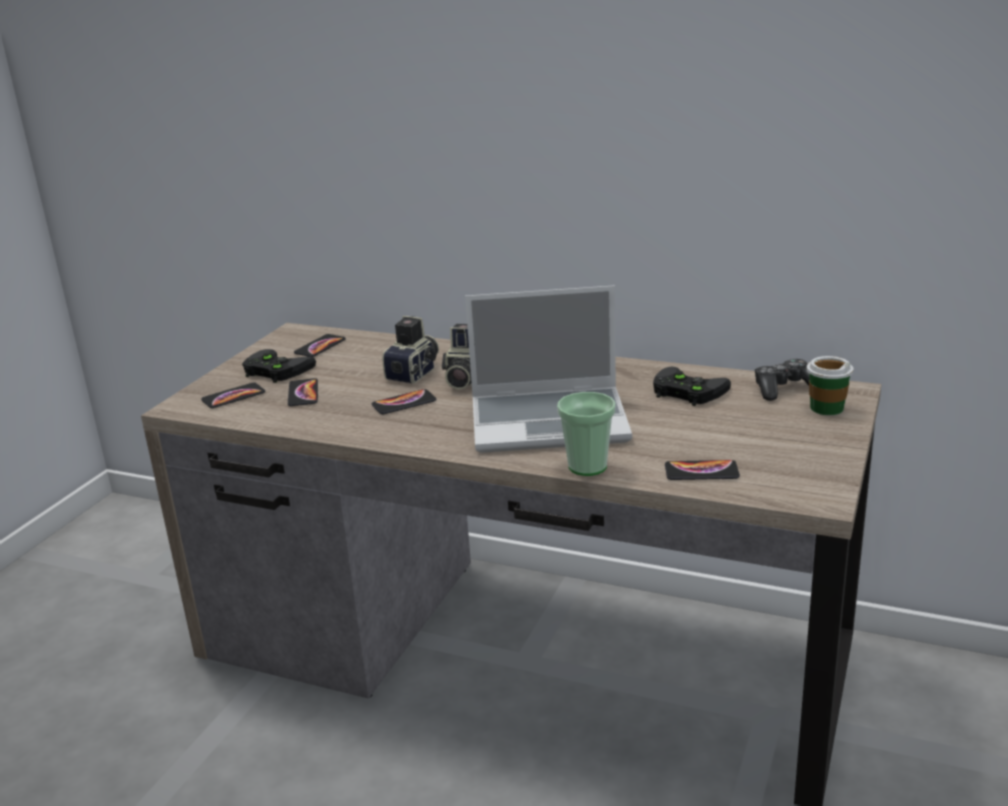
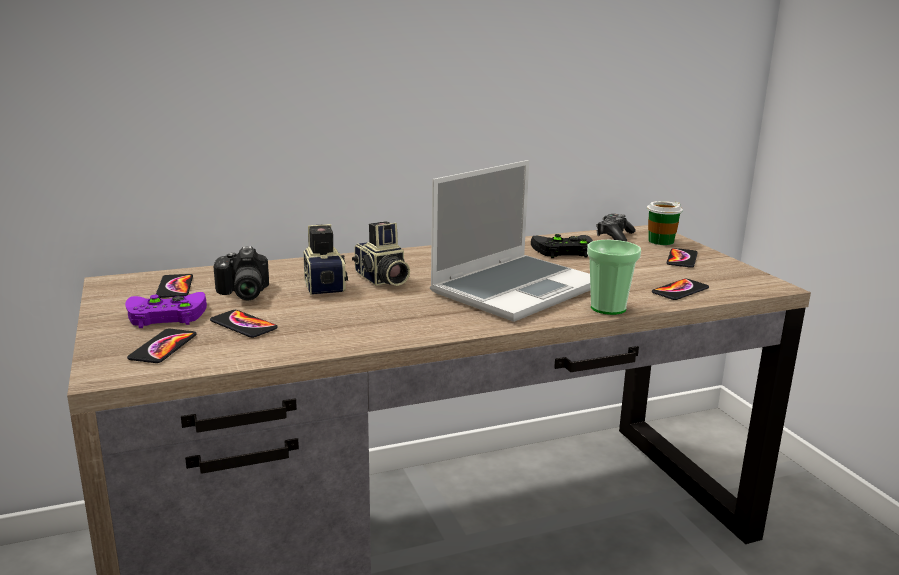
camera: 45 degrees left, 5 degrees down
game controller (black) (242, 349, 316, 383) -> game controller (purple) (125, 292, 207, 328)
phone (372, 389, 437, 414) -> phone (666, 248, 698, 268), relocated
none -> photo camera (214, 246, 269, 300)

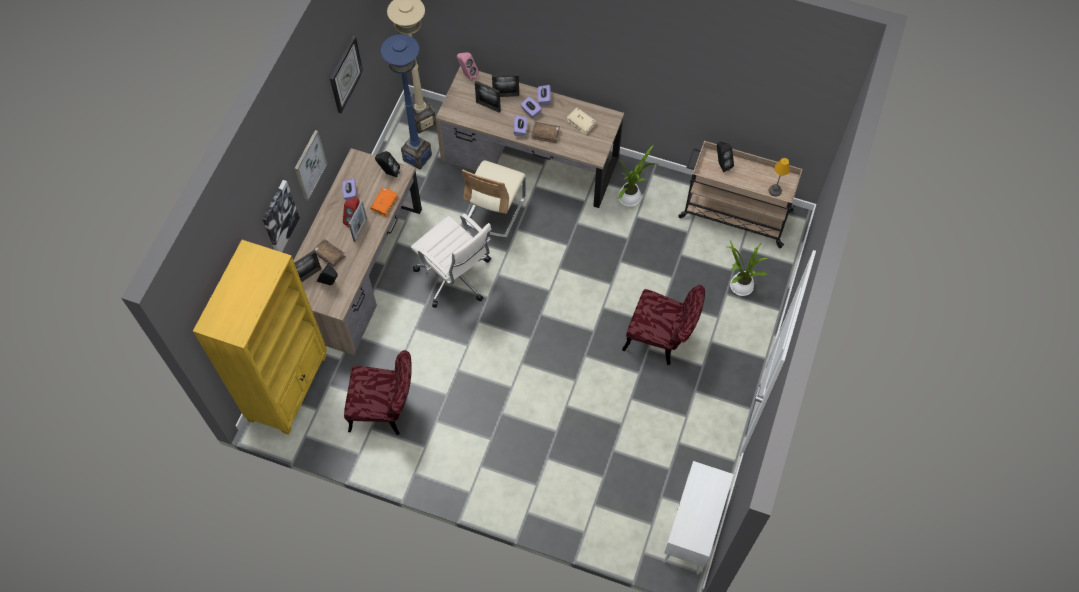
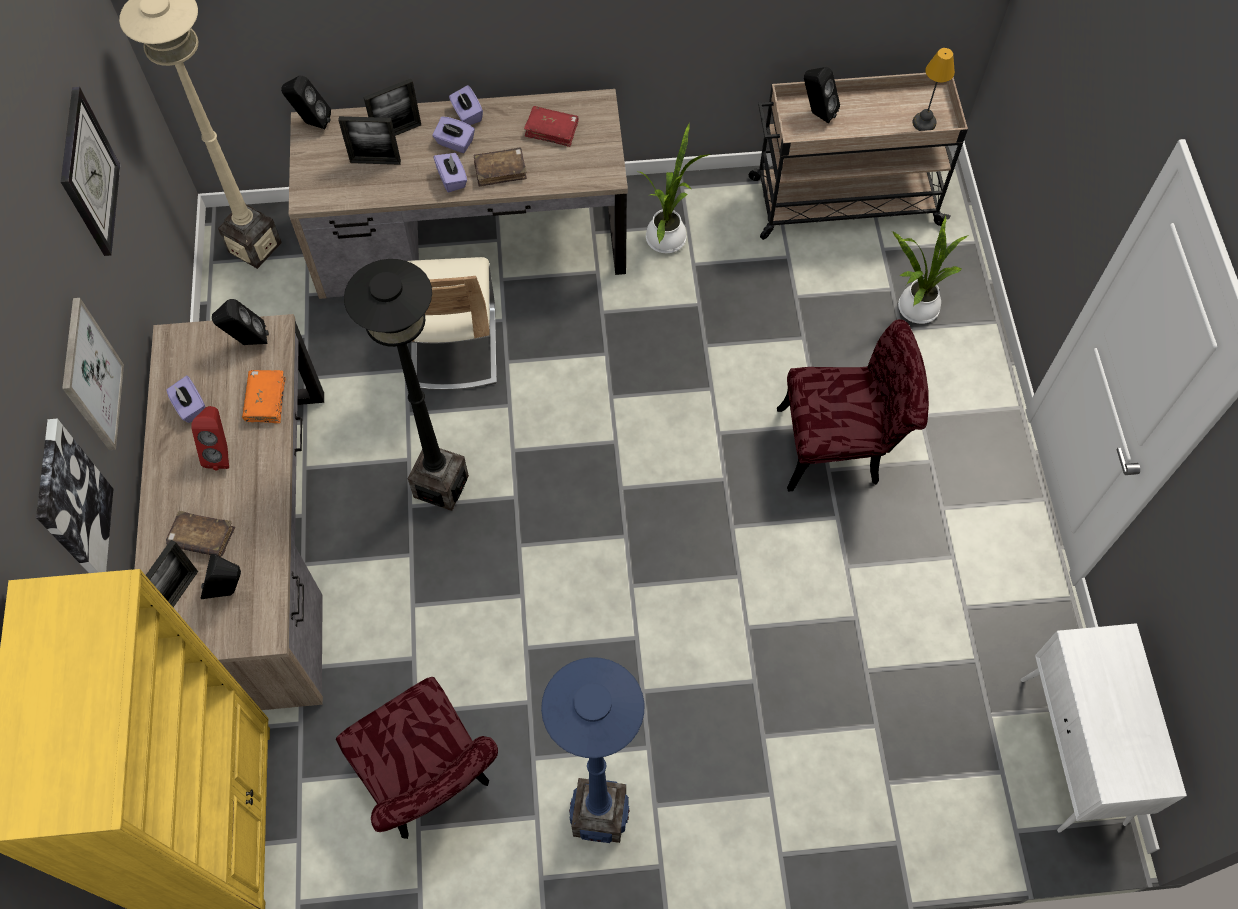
camera: 25 degrees left, 0 degrees up
floor lamp (blue) (381, 34, 432, 170) -> floor lamp (blue) (541, 657, 644, 843), relocated
speaker (pink) (457, 52, 479, 81) -> speaker (black) (281, 76, 331, 129)
book (beige) (566, 107, 596, 135) -> book (red) (524, 106, 578, 147)
picture frame (349, 200, 367, 242) -> none
office chair (white) (411, 213, 491, 308) -> floor lamp (black) (344, 259, 469, 511)
chair (red) (344, 350, 411, 435) -> chair (red) (336, 677, 498, 839), 75 degrees clockwise

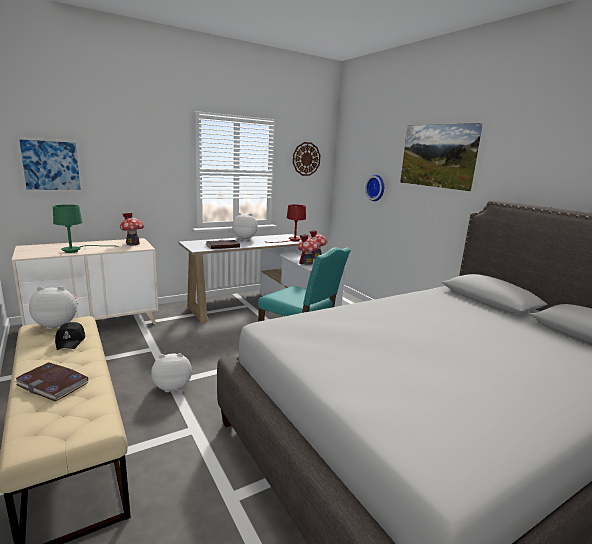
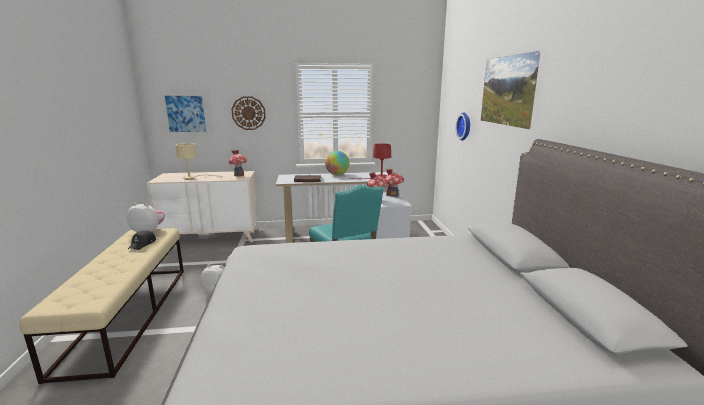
camera: 25 degrees right, 0 degrees up
wall clock (293, 142, 321, 176) -> wall clock (231, 96, 266, 130), relocated
table lamp (green) (53, 204, 119, 253) -> table lamp (beige) (176, 143, 224, 180)
plush toy (232, 213, 257, 240) -> globe (325, 151, 349, 175)
book (14, 362, 89, 401) -> none

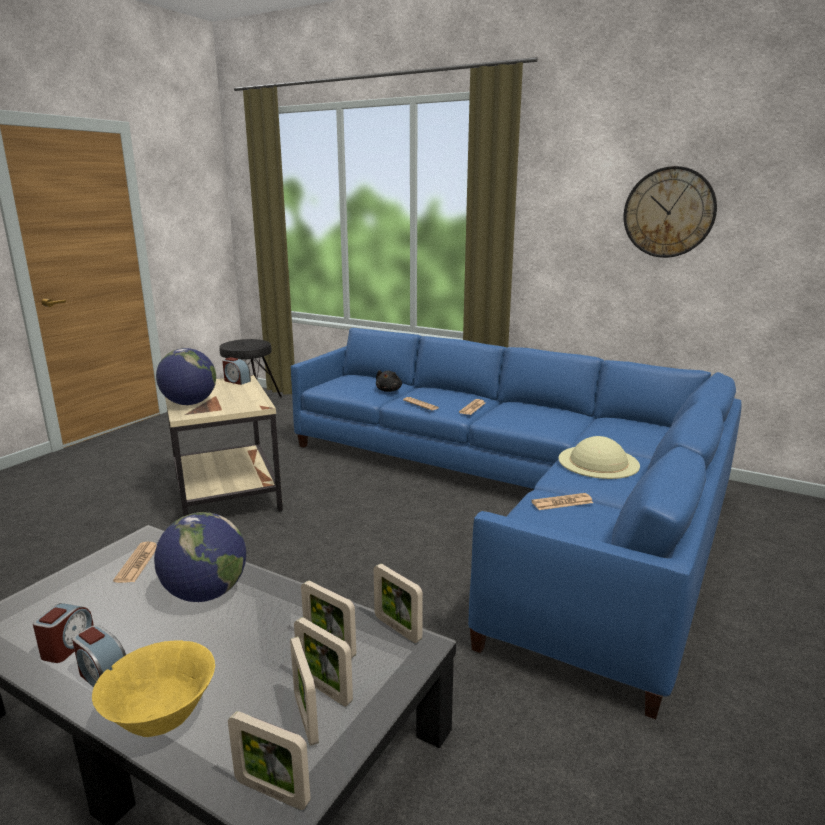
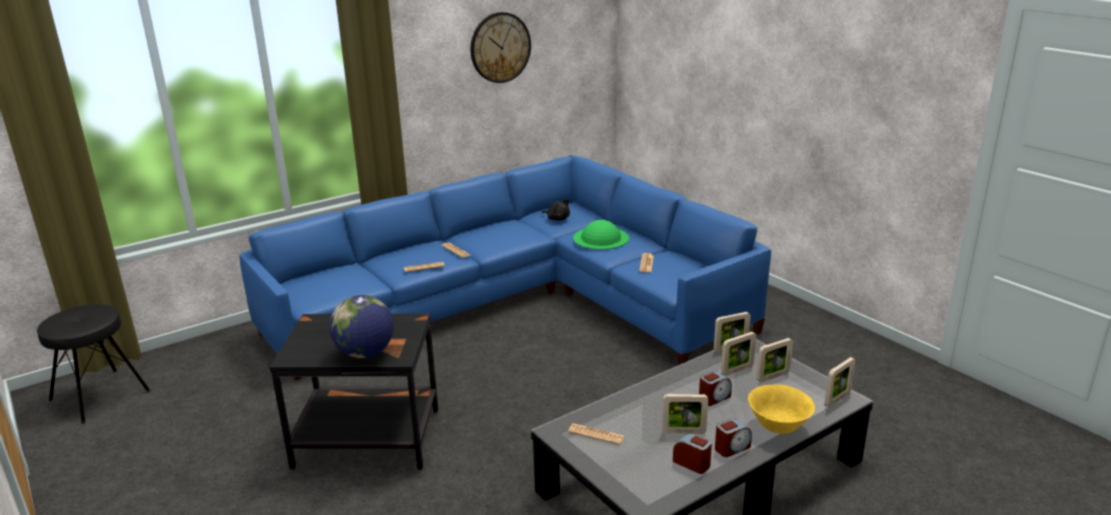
camera: 65 degrees left, 5 degrees up
alarm clock (222, 357, 251, 385) -> alarm clock (699, 371, 732, 406), relocated
plush toy (black) (376, 370, 402, 392) -> plush toy (black) (542, 200, 570, 221), relocated
side table (beige) (165, 375, 283, 516) -> side table (black) (270, 314, 438, 470)
hat (beige) (558, 436, 640, 479) -> hat (green) (573, 220, 629, 250)
globe (154, 512, 246, 602) -> none
picture frame (290, 637, 319, 746) -> picture frame (662, 394, 708, 434), relocated

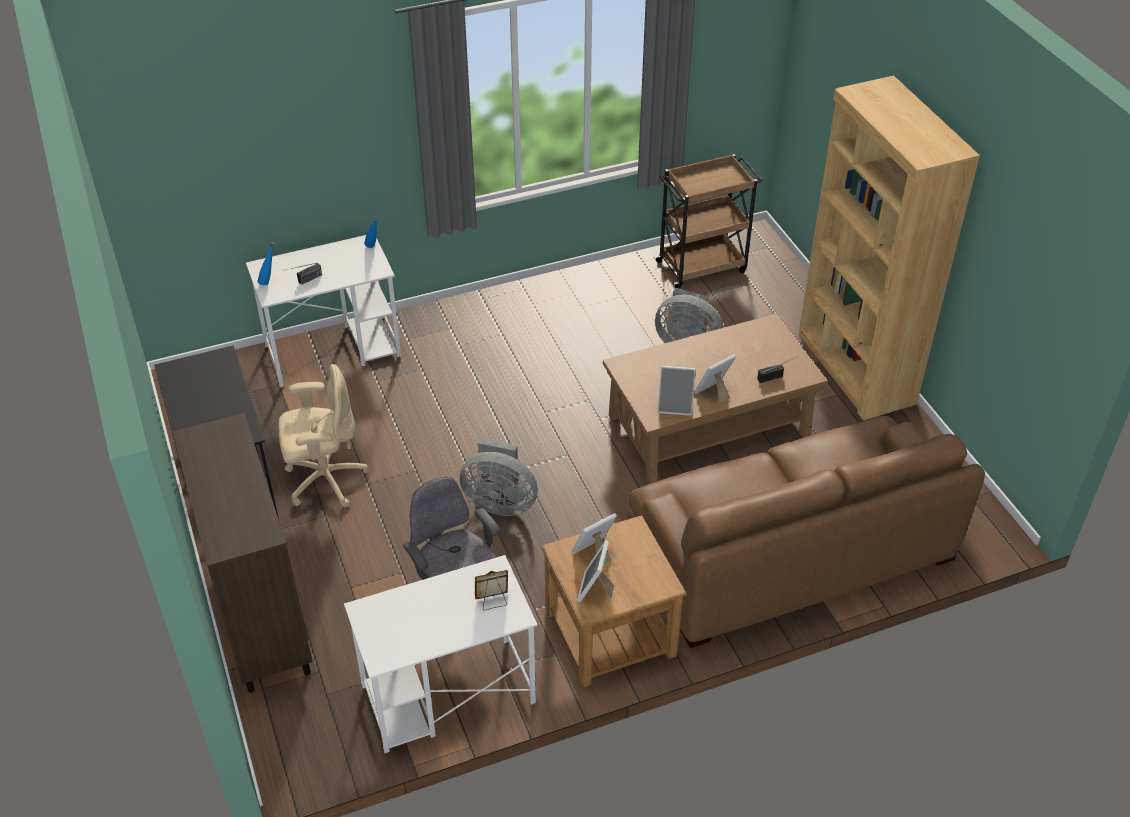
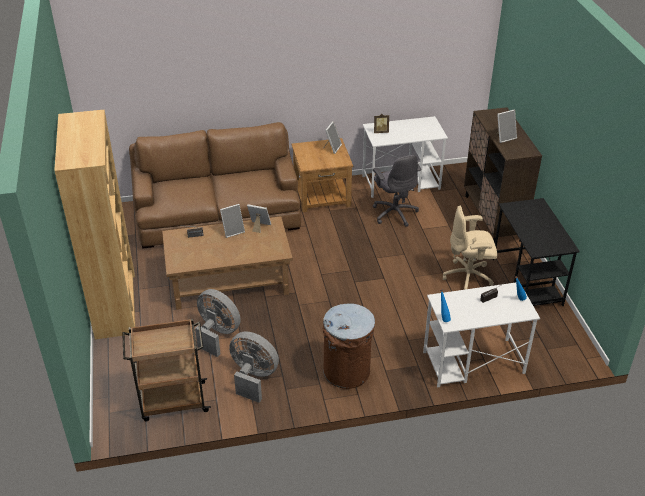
camera: 170 degrees left, 5 degrees down
fan (grey) (459, 438, 538, 516) -> fan (grey) (229, 332, 279, 403), relocated
picture frame (572, 513, 617, 565) -> picture frame (496, 110, 517, 143), relocated
none -> trash can (brown) (323, 304, 375, 389)

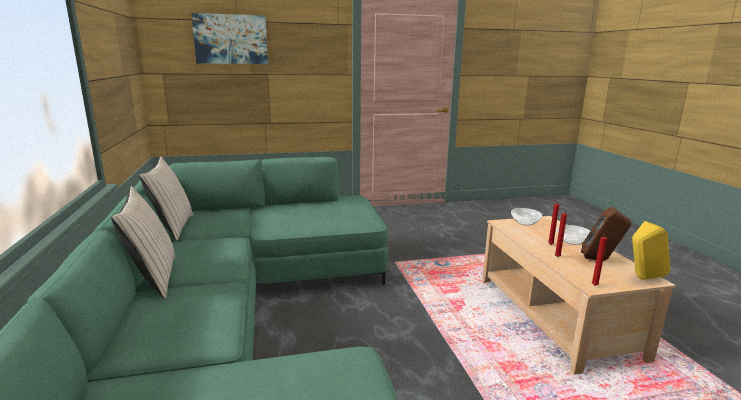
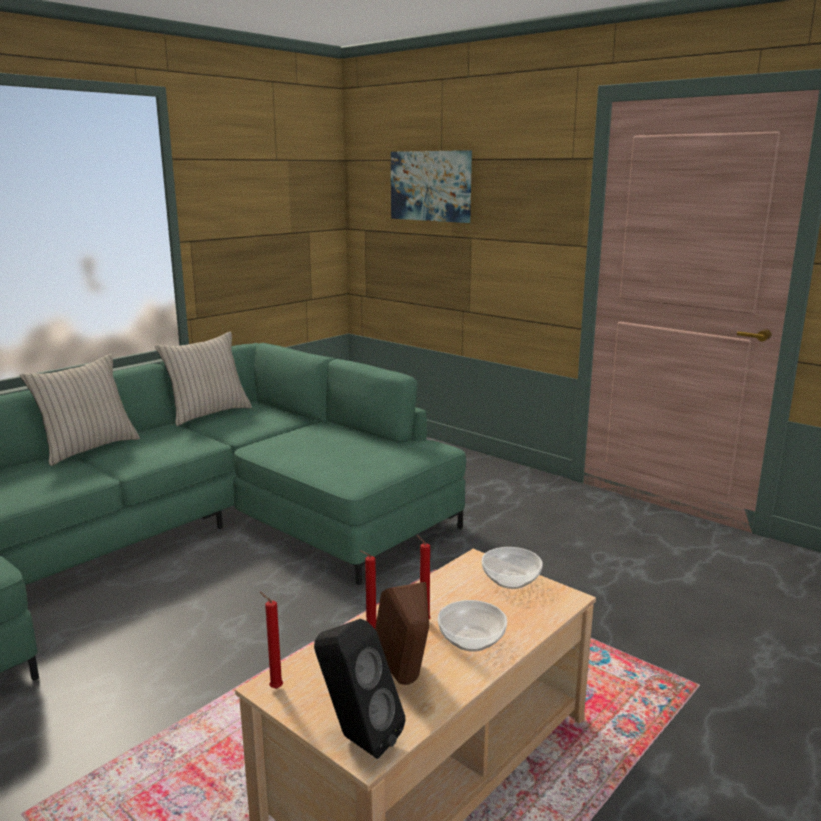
camera: 55 degrees right, 0 degrees up
speaker (yellow) (632, 221, 670, 280) -> speaker (black) (314, 619, 406, 759)

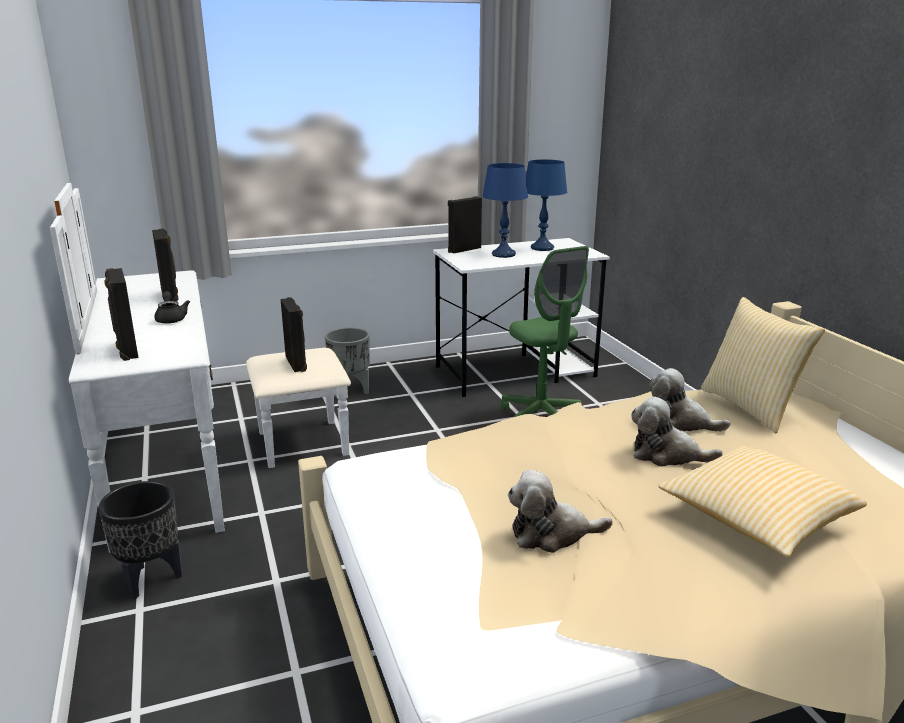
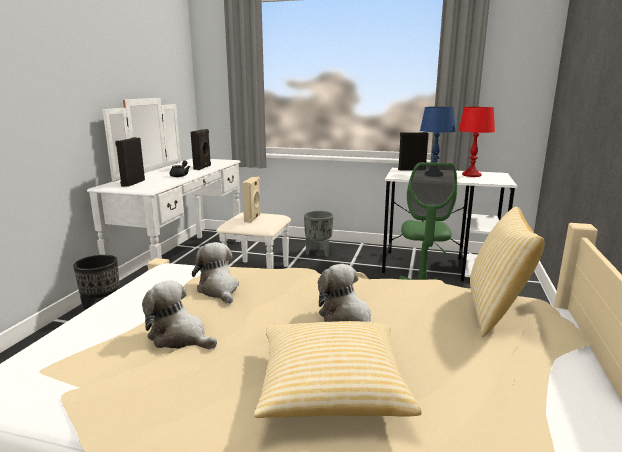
camera: 35 degrees right, 5 degrees down
table lamp (blue) (526, 159, 567, 251) -> table lamp (red) (458, 107, 495, 177)
speaker (black) (280, 297, 307, 372) -> speaker (beige) (242, 177, 261, 223)
plush toy (649, 368, 730, 431) -> plush toy (192, 242, 239, 304), relocated

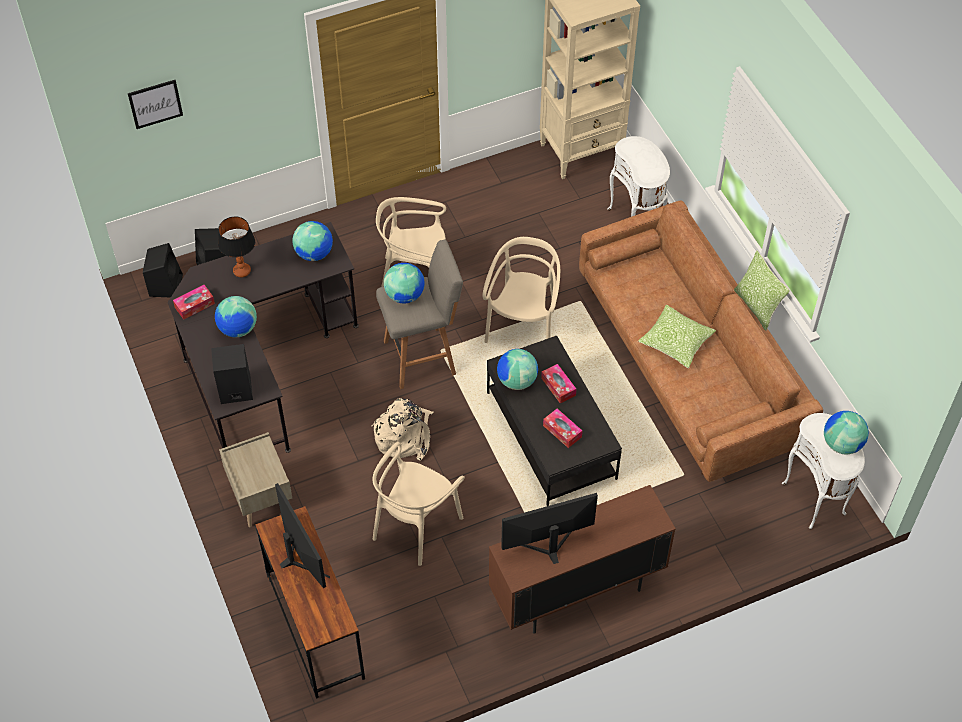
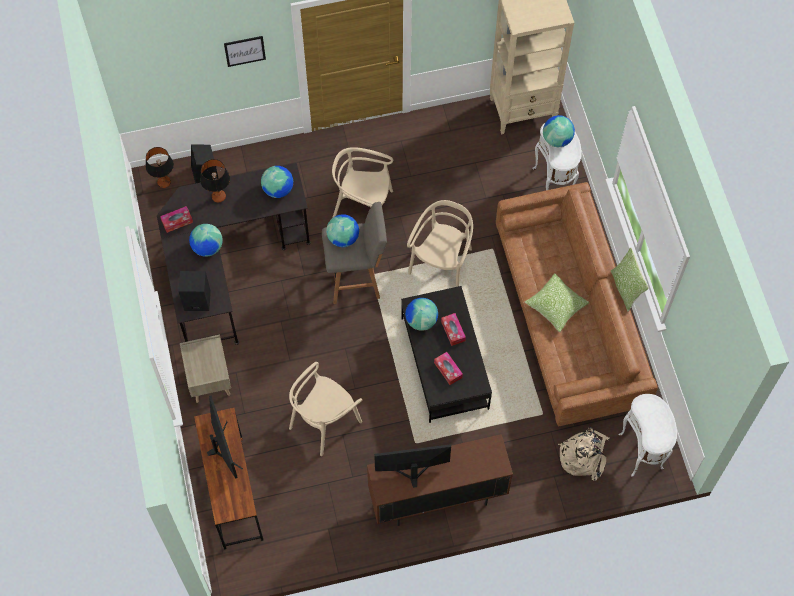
camera: 10 degrees right, 10 degrees up
picture (128, 80, 183, 129) -> picture (224, 36, 266, 67), relocated
speaker (black) (143, 243, 183, 297) -> table lamp (145, 147, 174, 188)
backpack (beige) (371, 398, 434, 461) -> backpack (beige) (558, 427, 610, 481), relocated
globe (824, 411, 869, 454) -> globe (543, 115, 575, 147), relocated

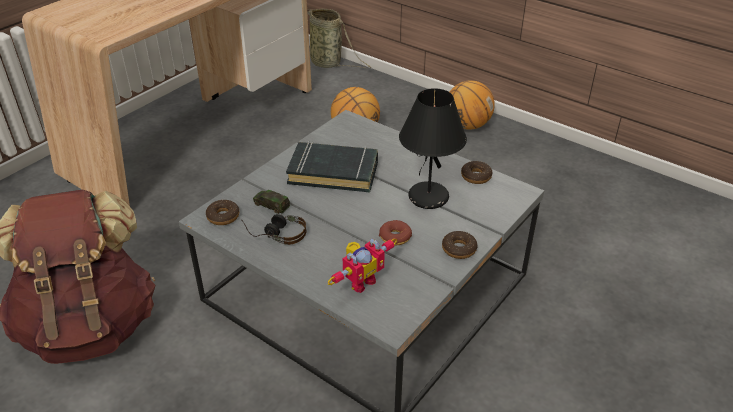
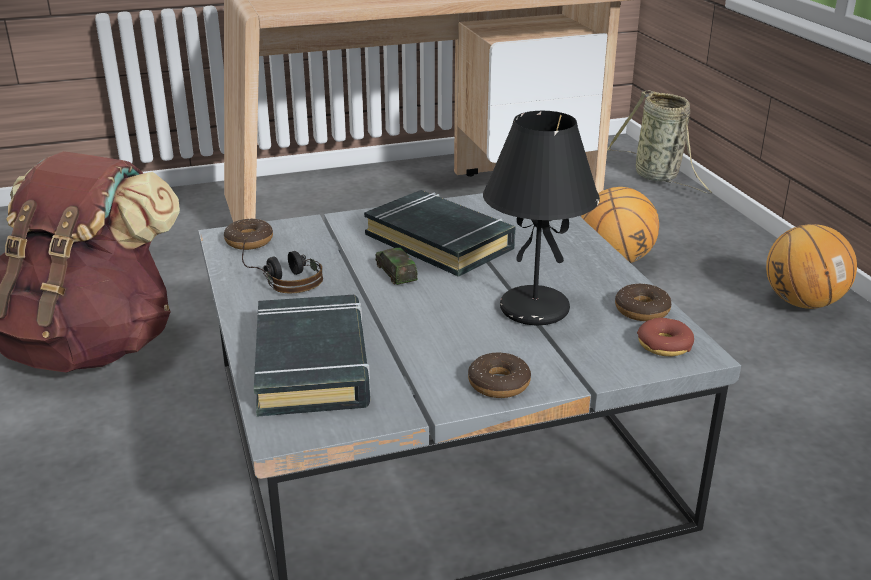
camera: 35 degrees right, 10 degrees down
toy car (253, 190, 290, 214) -> toy car (375, 248, 418, 285), relocated
donut (379, 220, 412, 245) -> donut (637, 318, 694, 357), relocated
toy robot (328, 238, 397, 293) -> book (black) (254, 295, 370, 417)

